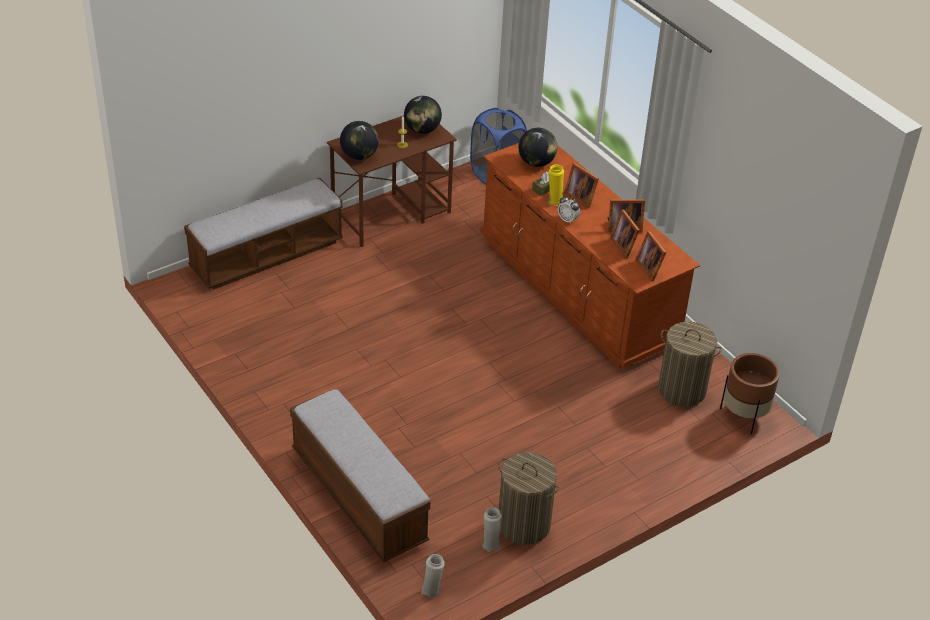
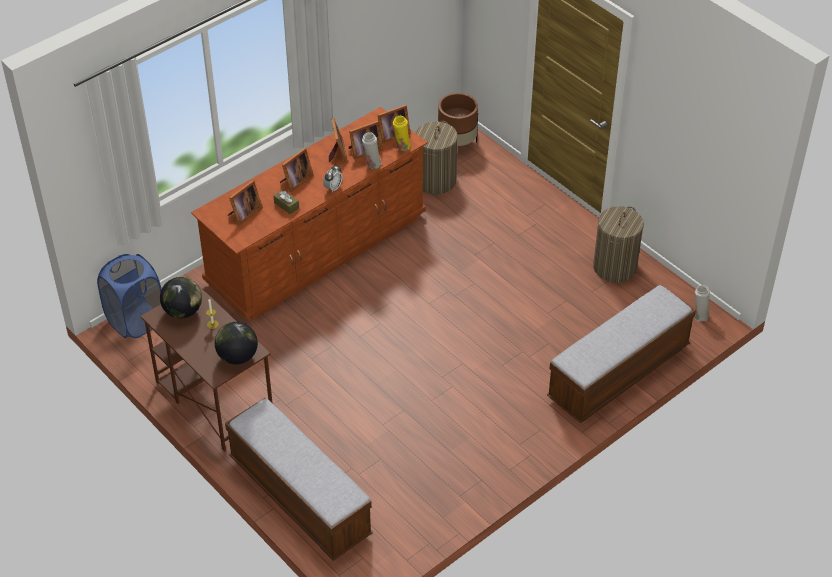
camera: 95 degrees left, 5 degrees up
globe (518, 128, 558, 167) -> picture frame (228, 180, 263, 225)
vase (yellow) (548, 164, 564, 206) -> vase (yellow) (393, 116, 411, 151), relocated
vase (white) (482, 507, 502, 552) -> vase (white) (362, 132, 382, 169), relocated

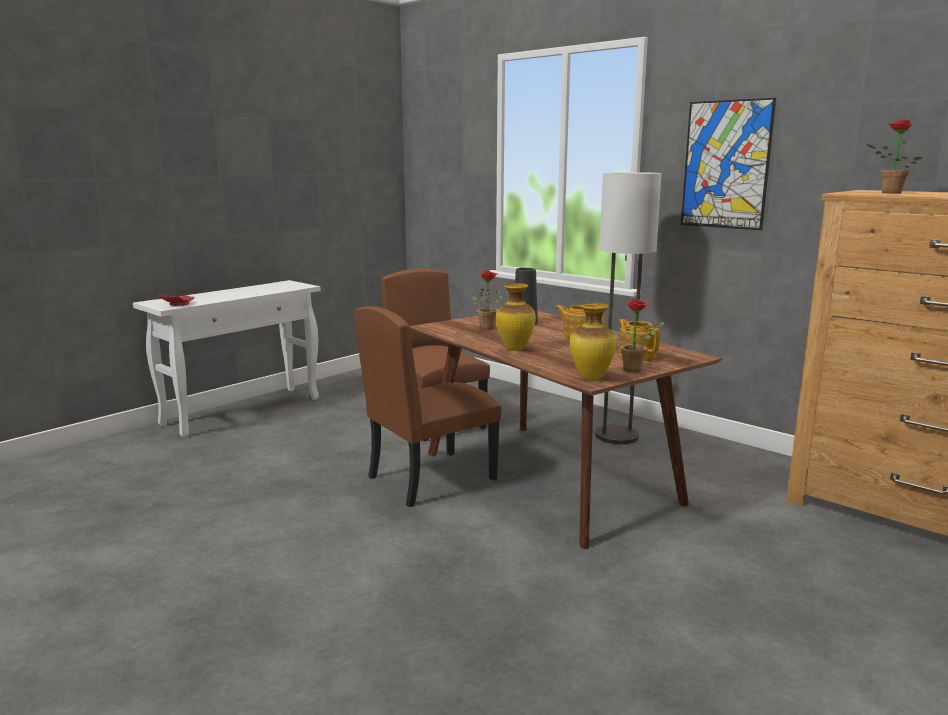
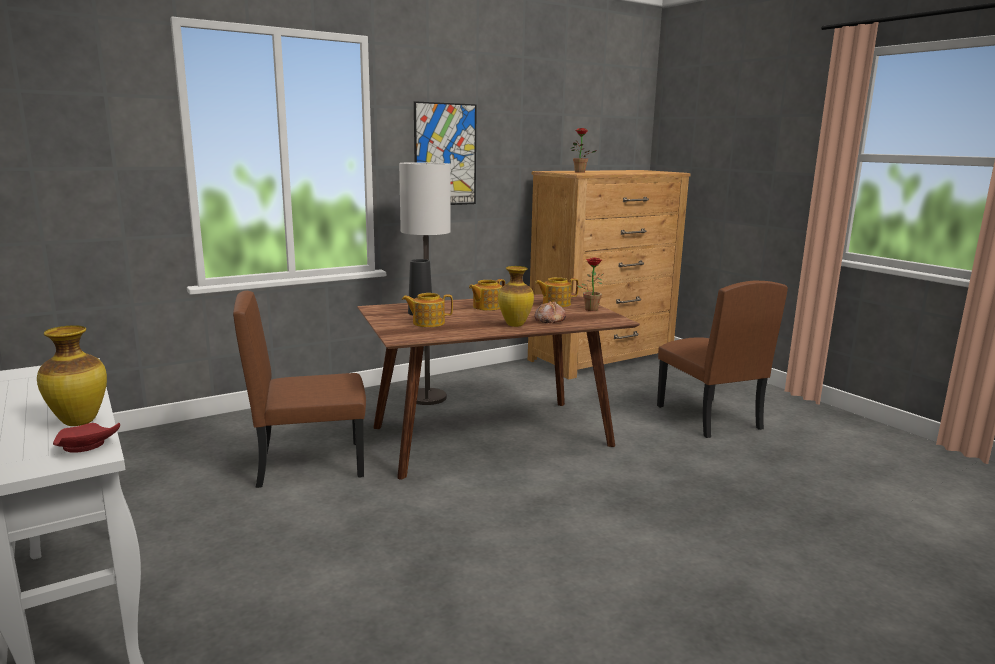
camera: 75 degrees left, 0 degrees up
potted plant (472, 270, 508, 330) -> teapot (402, 293, 453, 327)
vase (570, 302, 616, 380) -> vase (37, 325, 107, 426), relocated
chair (brown) (355, 306, 502, 507) -> chair (brown) (657, 281, 788, 438), relocated
none -> bread (534, 301, 566, 323)

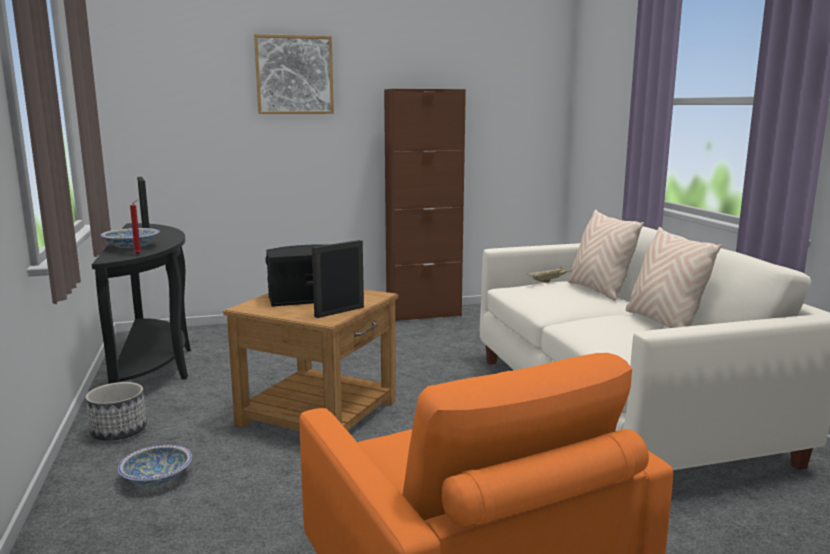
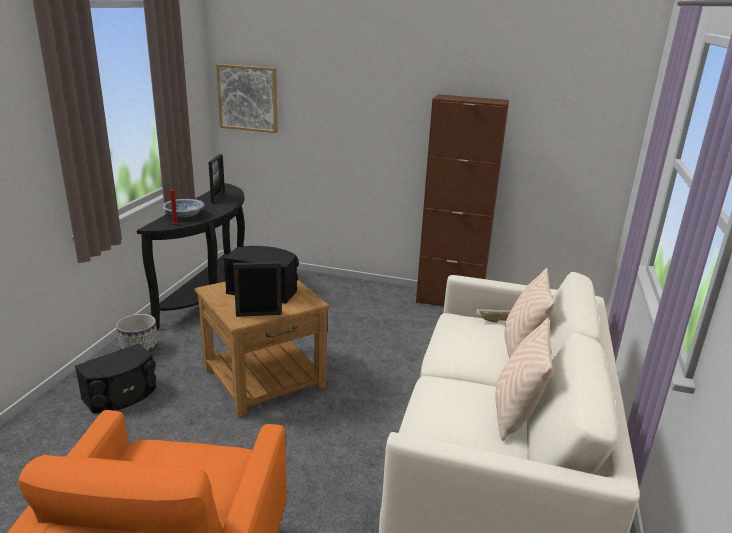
camera: 30 degrees right, 10 degrees up
picture (254, 34, 334, 114) -> picture (216, 64, 278, 133), relocated
bowl (118, 445, 192, 486) -> speaker (black) (75, 343, 156, 413)

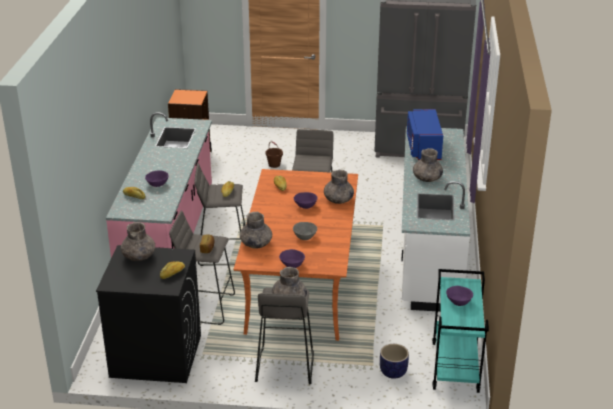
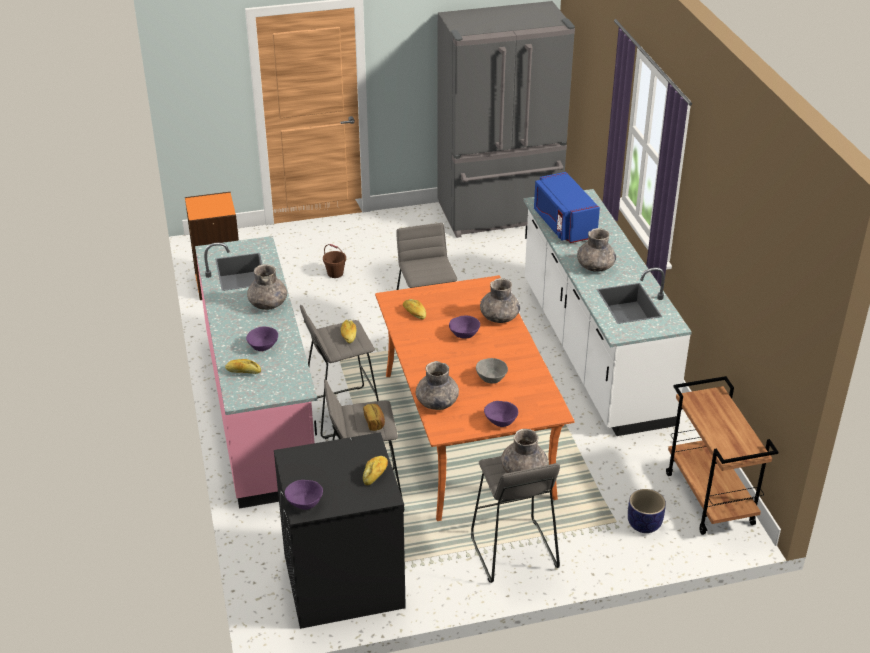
camera: 20 degrees left, 5 degrees up
vase (grey) (121, 222, 155, 261) -> vase (grey) (247, 264, 287, 310), relocated
cart (turquoise) (432, 269, 489, 393) -> cart (brown) (666, 376, 778, 535)
bowl (purple) (446, 286, 473, 306) -> bowl (purple) (285, 480, 323, 510), relocated

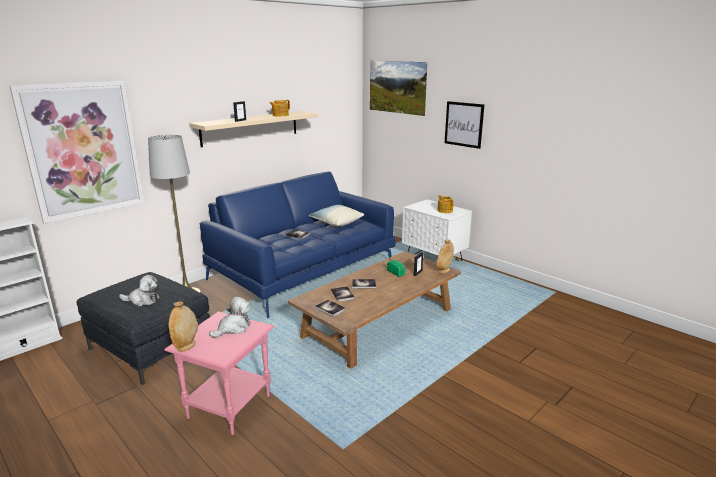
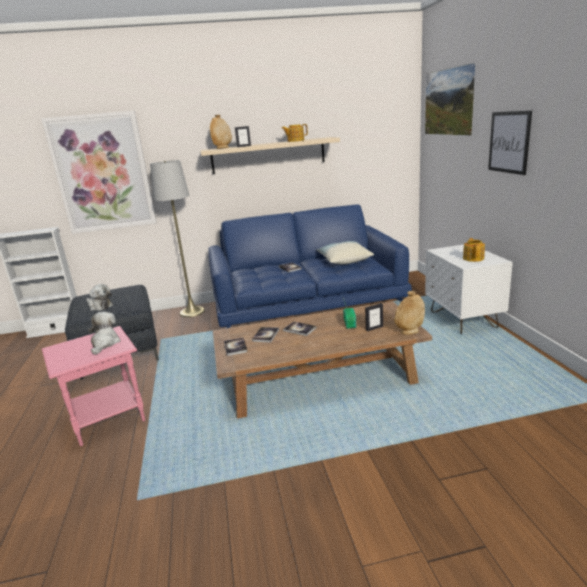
camera: 35 degrees right, 0 degrees up
plush toy (209, 297, 250, 338) -> plush toy (88, 312, 121, 355), 75 degrees counterclockwise
vase (beige) (169, 301, 198, 352) -> vase (beige) (210, 115, 232, 149), relocated

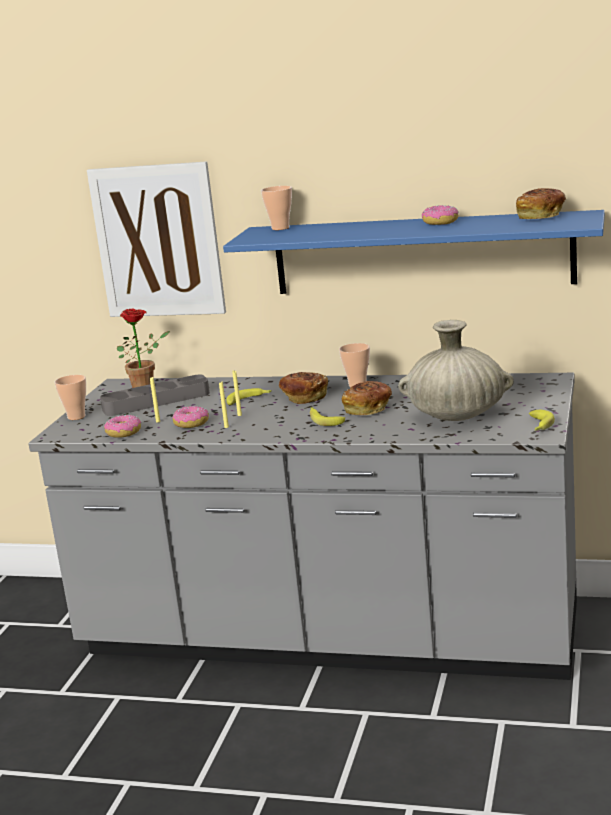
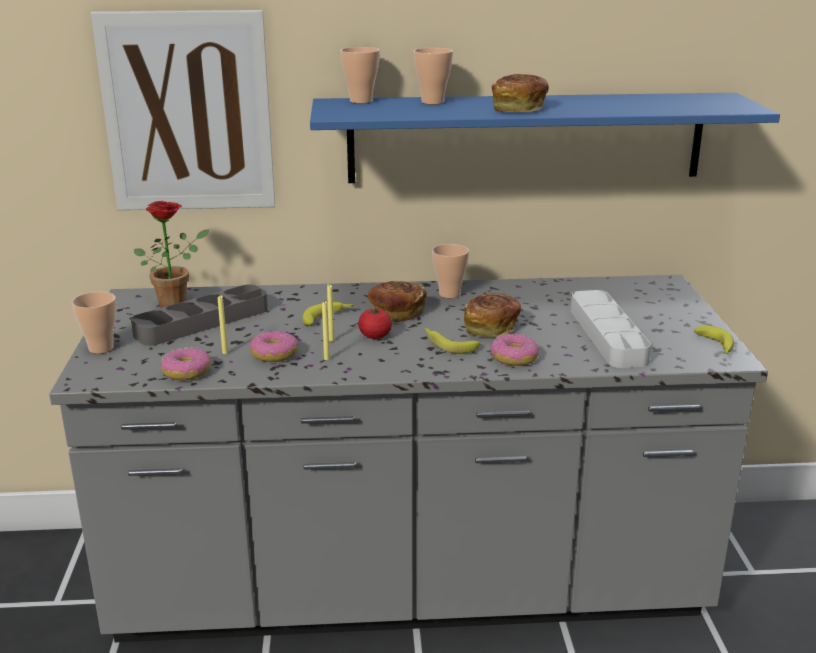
camera: 20 degrees left, 5 degrees up
bread (516, 188, 566, 219) -> bread (492, 74, 549, 112), relocated
donut (422, 205, 458, 225) -> donut (490, 334, 539, 366), relocated
vase (beige) (398, 320, 514, 421) -> tray (grey) (571, 290, 651, 368)
none -> cup (414, 48, 453, 104)
none -> tomato (358, 308, 392, 339)

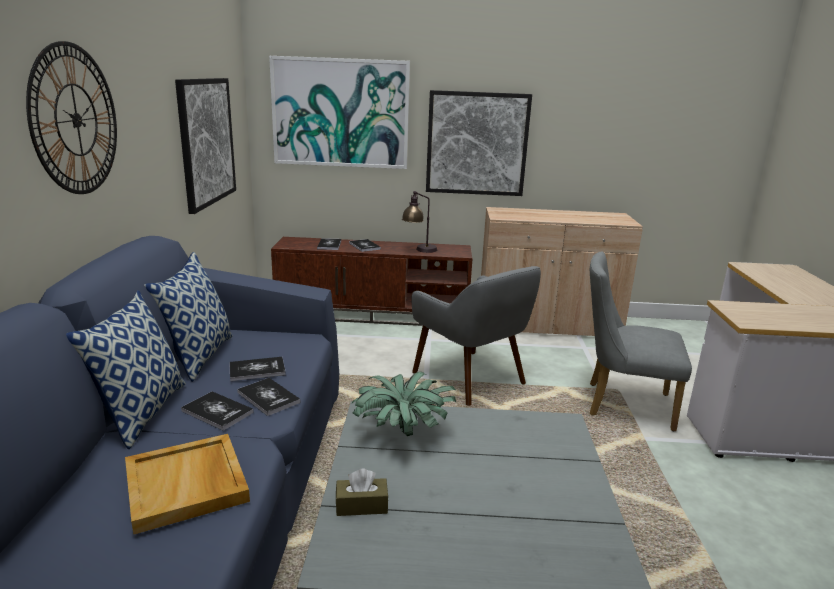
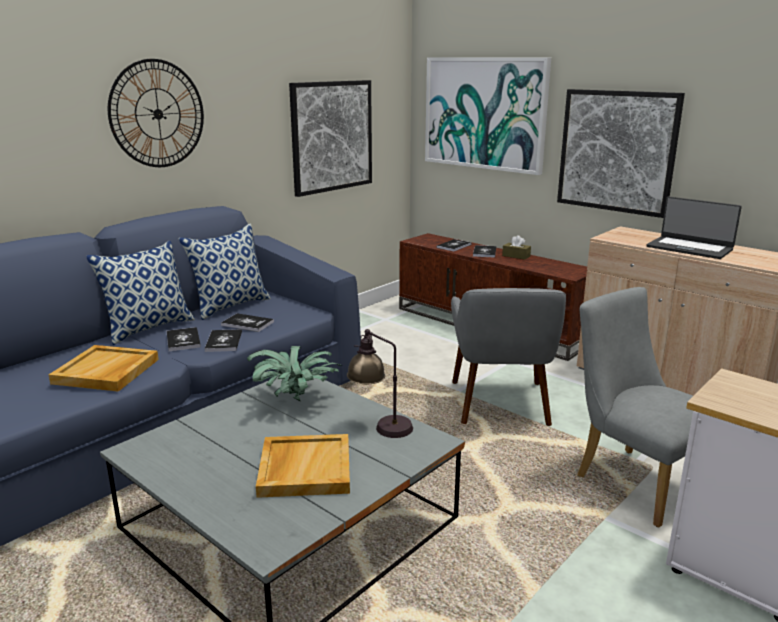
camera: 40 degrees right, 0 degrees up
table lamp (402, 191, 437, 253) -> table lamp (347, 329, 413, 438), relocated
tissue box (brown) (336, 468, 389, 516) -> tissue box (brown) (502, 235, 531, 260), relocated
none -> laptop (647, 197, 742, 259)
none -> tray (beige) (256, 434, 350, 498)

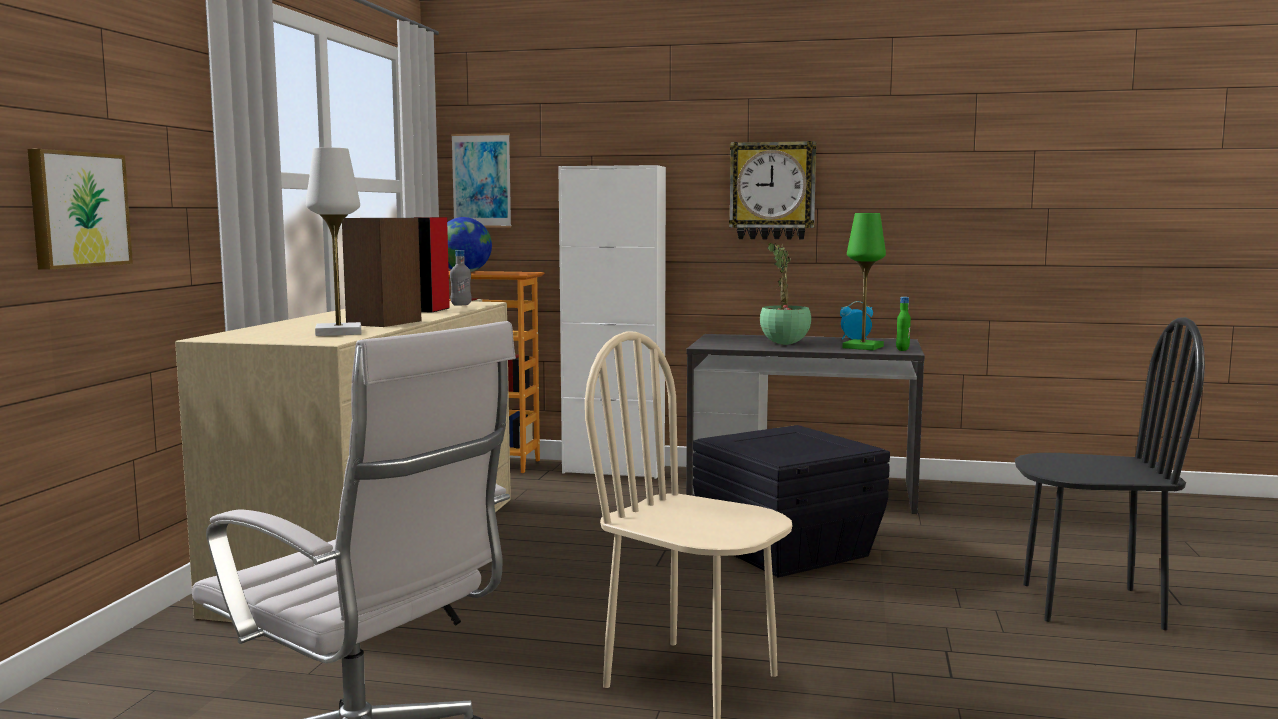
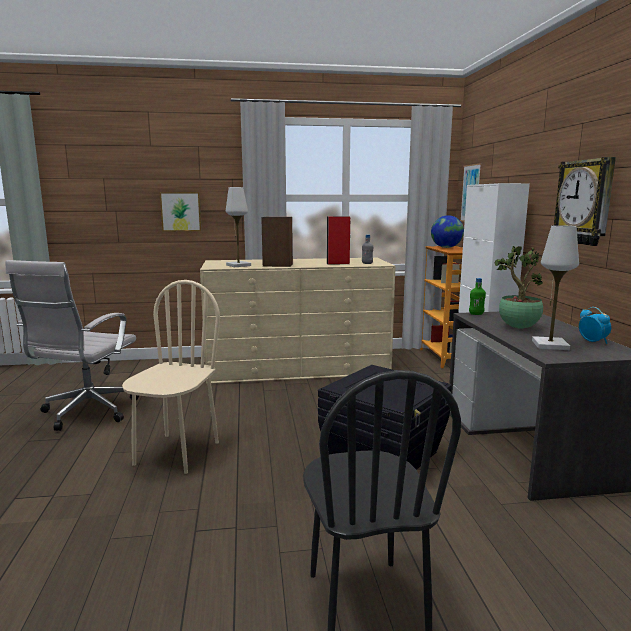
camera: 70 degrees right, 5 degrees up
table lamp (green) (842, 213, 886, 350) -> table lamp (white) (532, 225, 579, 350)
bottle (green) (896, 297, 911, 351) -> bottle (green) (469, 278, 486, 315), relocated

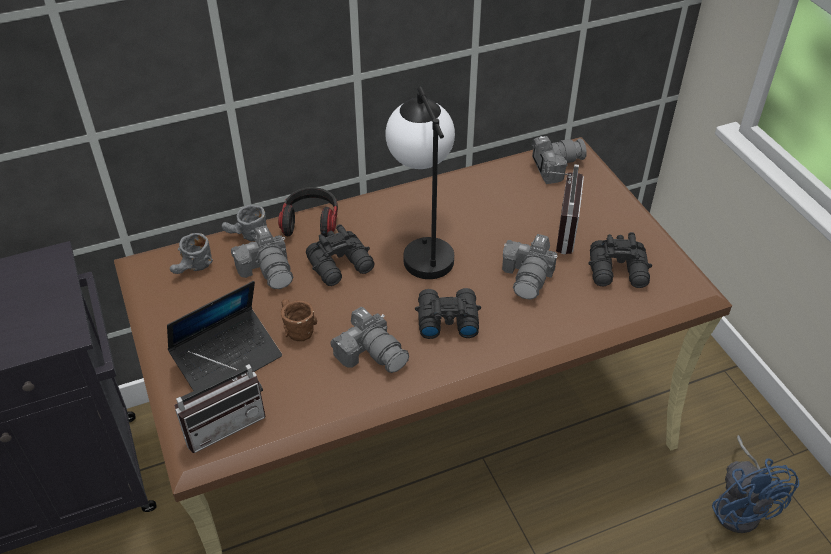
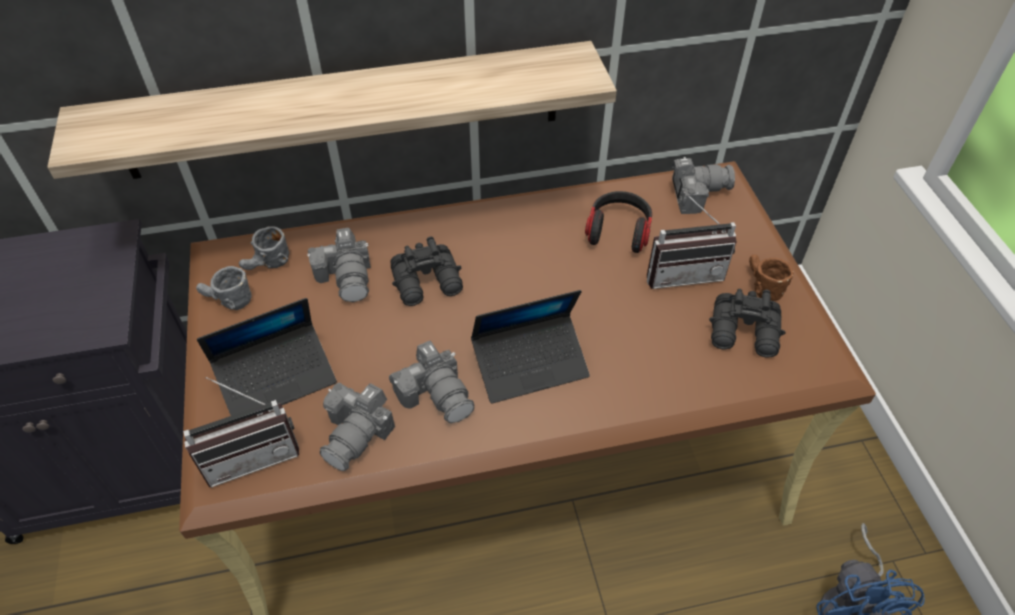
camera: 10 degrees right, 5 degrees up
table lamp (385, 87, 455, 279) -> none
radio (547, 164, 584, 254) -> radio (647, 192, 737, 289), 60 degrees clockwise
headphones (278, 187, 338, 237) -> headphones (585, 191, 652, 253), relocated
mug (grey) (222, 205, 267, 241) -> mug (grey) (196, 266, 252, 310), relocated
photo camera (502, 234, 558, 300) -> photo camera (320, 382, 395, 471), relocated
binoculars (black) (415, 288, 481, 339) -> laptop (471, 290, 590, 403)
mug (brown) (281, 299, 317, 341) -> mug (brown) (749, 255, 794, 301), relocated
none -> shelf (47, 41, 617, 179)

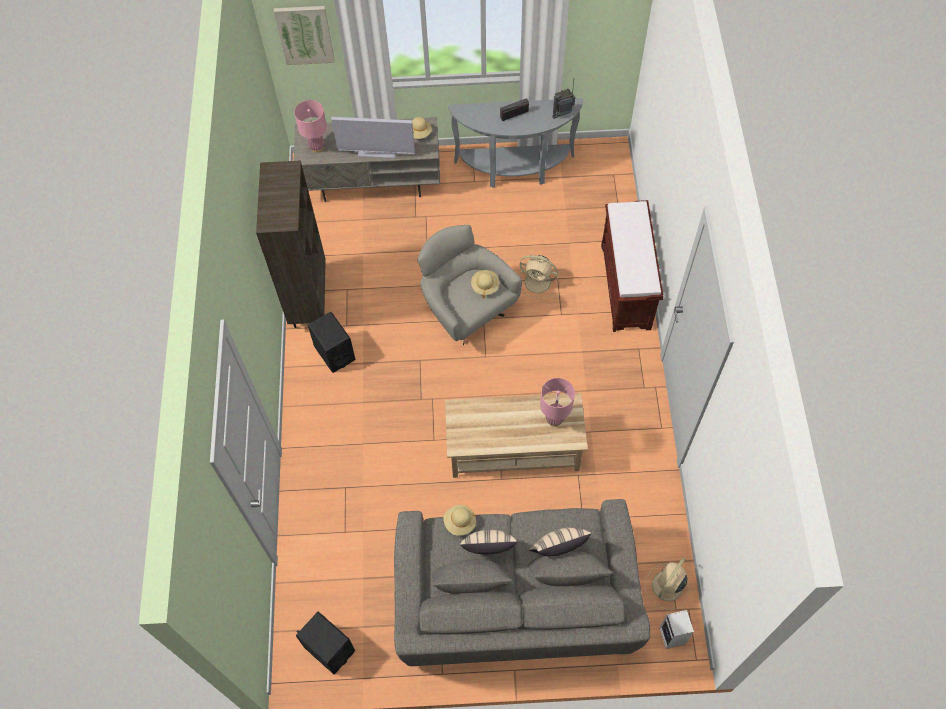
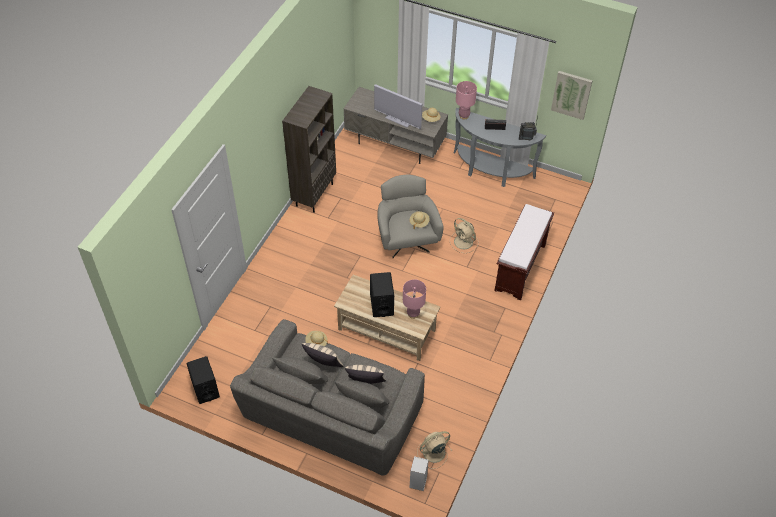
camera: 25 degrees right, 10 degrees down
picture (274, 6, 335, 65) -> picture (551, 71, 593, 120), relocated
table lamp (pink) (294, 100, 327, 153) -> table lamp (pink) (456, 81, 477, 119), relocated
speaker (black) (308, 312, 355, 373) -> speaker (black) (370, 272, 394, 317), relocated

